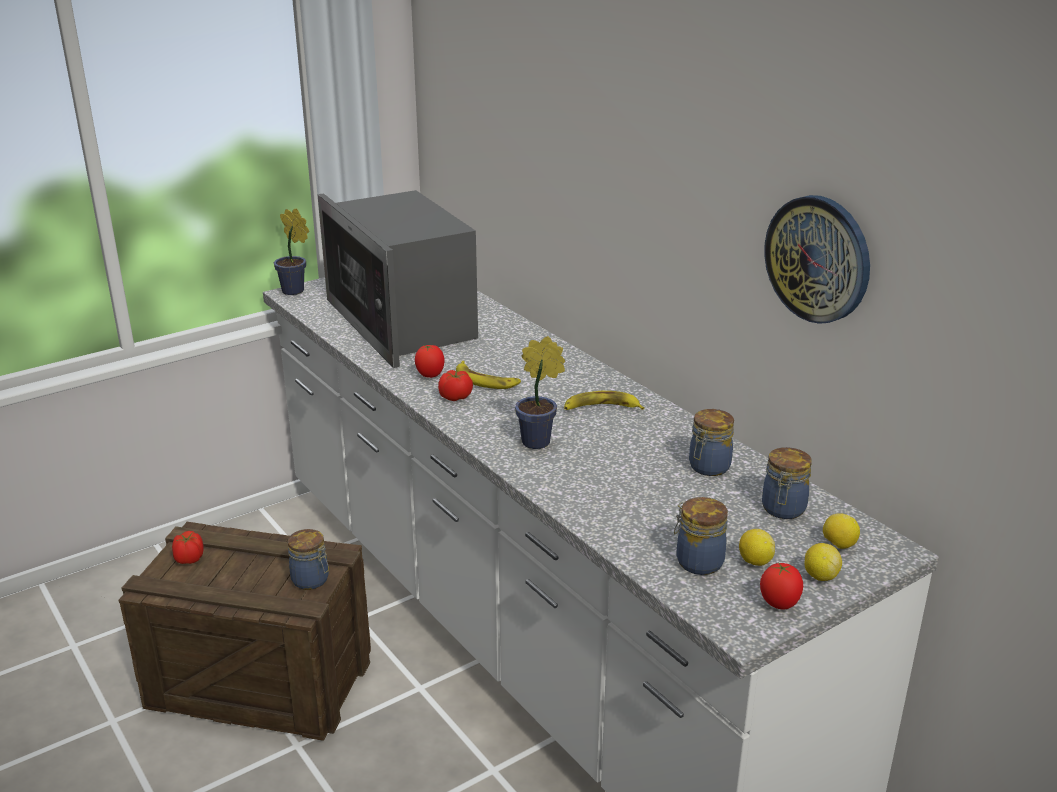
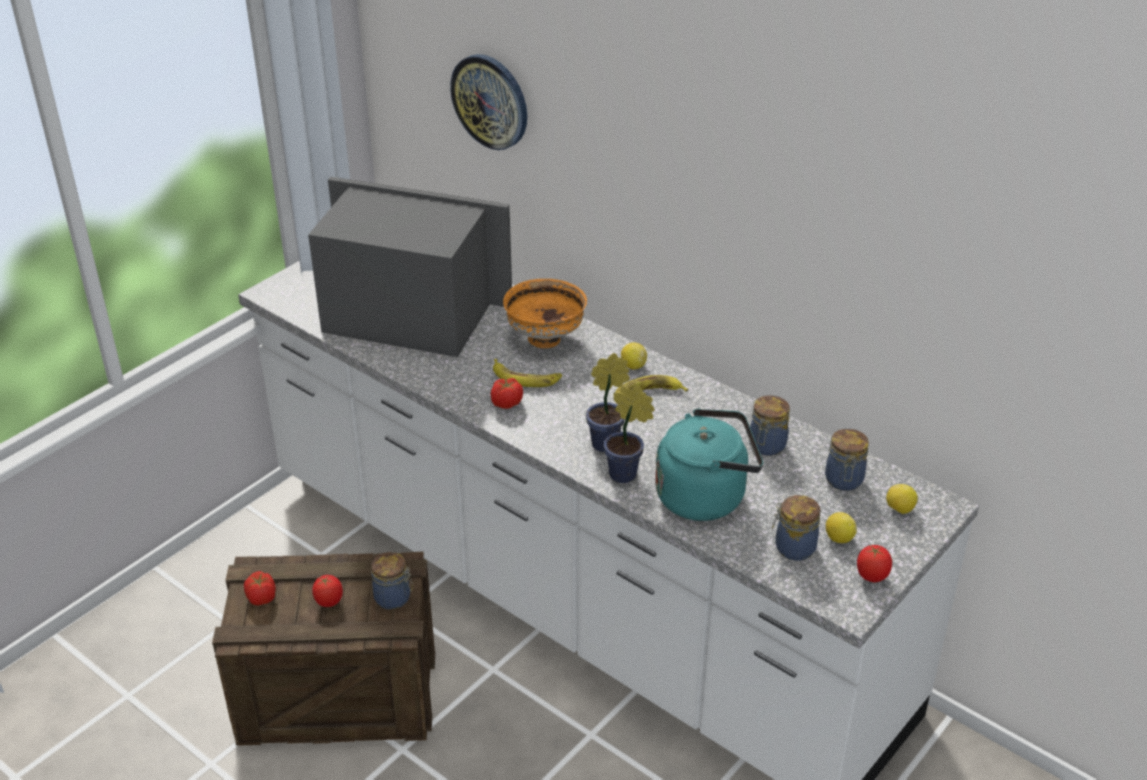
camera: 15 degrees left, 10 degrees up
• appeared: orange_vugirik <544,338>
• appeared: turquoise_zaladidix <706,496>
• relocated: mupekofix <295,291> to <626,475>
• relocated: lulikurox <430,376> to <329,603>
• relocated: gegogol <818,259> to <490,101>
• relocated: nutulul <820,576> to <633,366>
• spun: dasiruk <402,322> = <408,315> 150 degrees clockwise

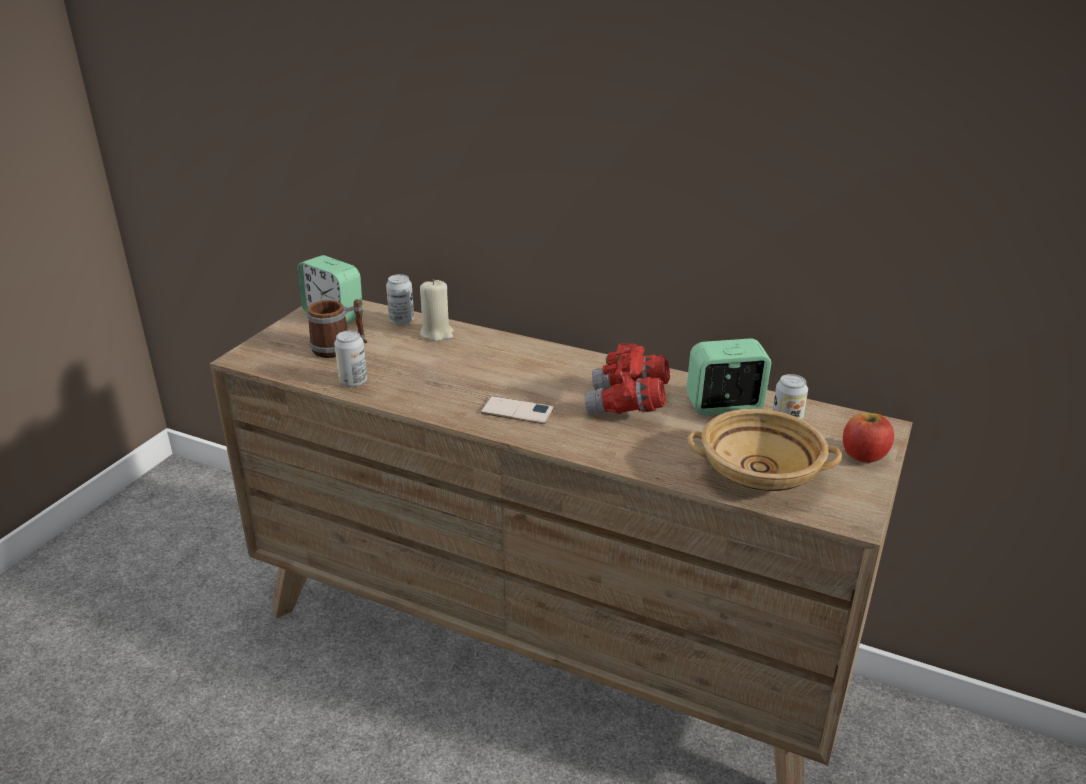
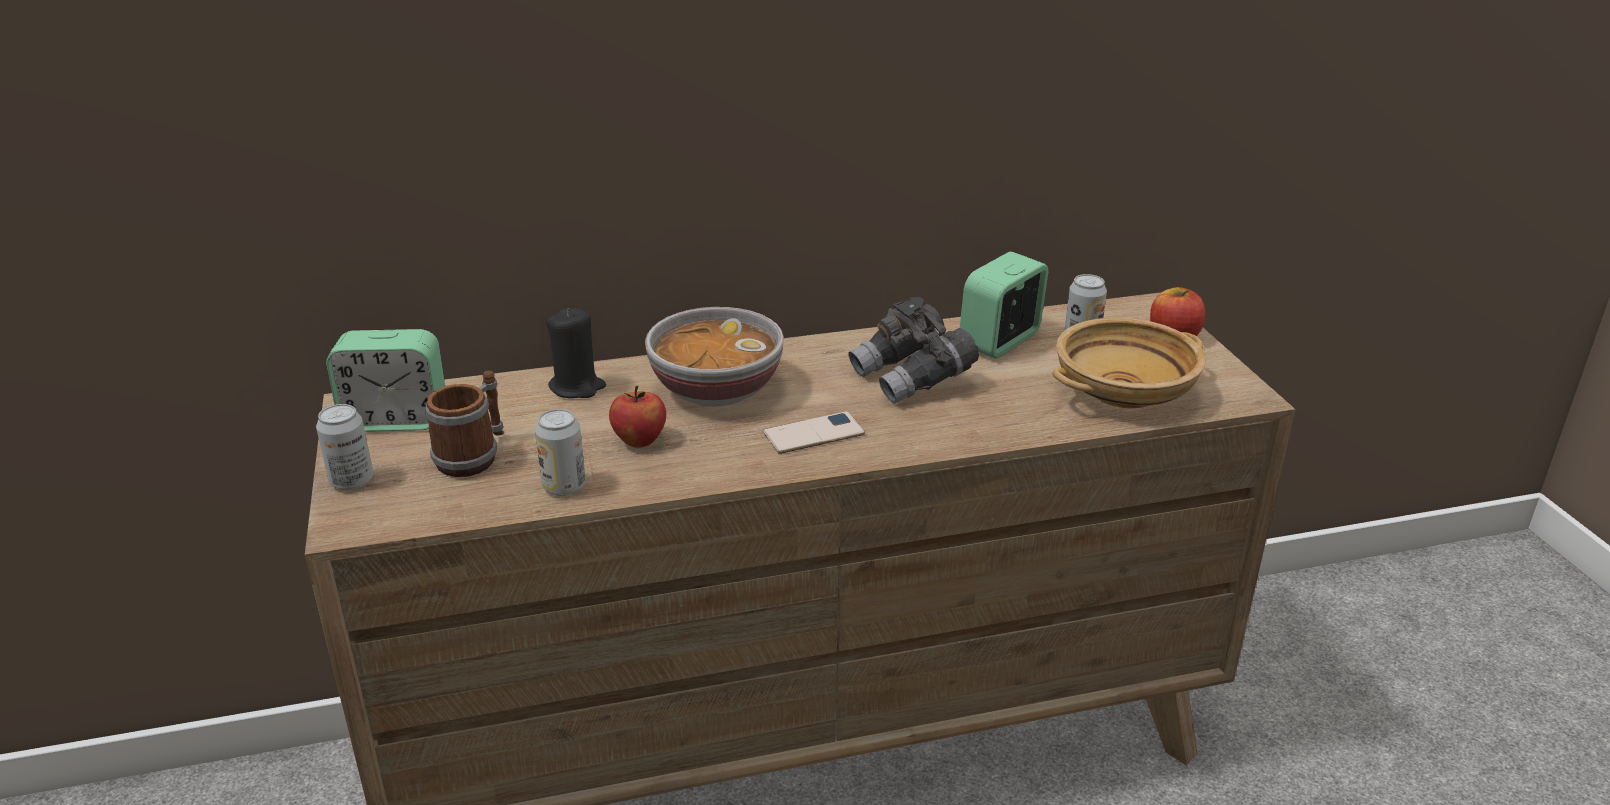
camera: 40 degrees left, 0 degrees up
• appeared: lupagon <639,441>
• appeared: vugirik <715,389>
• relocated: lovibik <402,321> to <351,481>
• colour: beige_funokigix <437,333> to black_funokigix <577,387>
• colour: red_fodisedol <627,405> to grey_fodisedol <913,378>

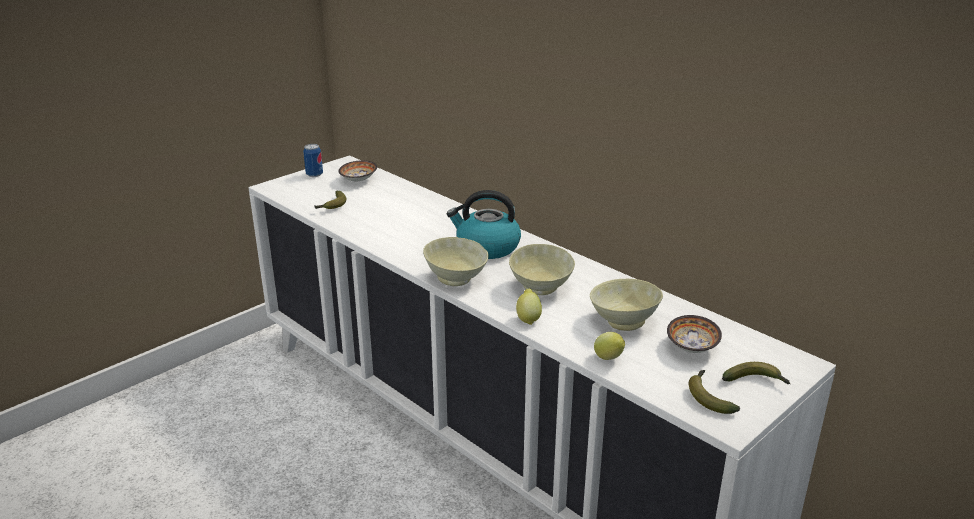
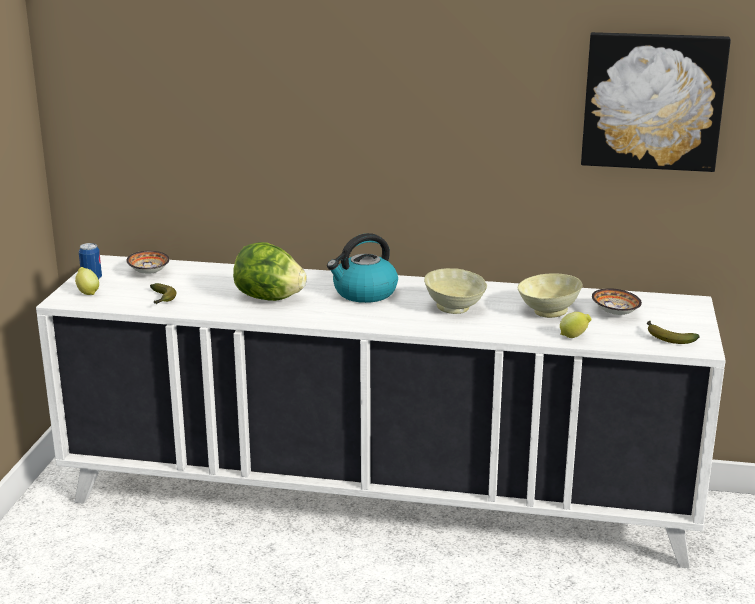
camera: 35 degrees left, 5 degrees down
• missing: beige_vugirik <456,279>
• missing: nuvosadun <756,381>
• appeared: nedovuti <269,298>
• appeared: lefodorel <652,101>
• relocated: nutulul <528,318> to <87,292>

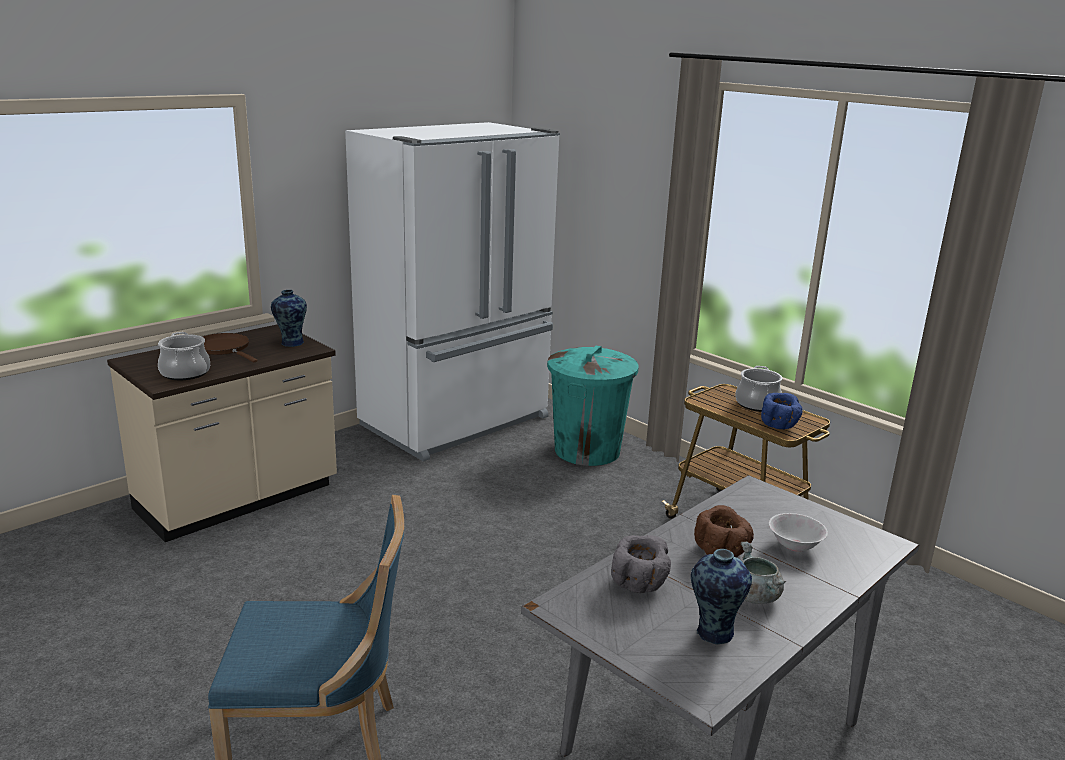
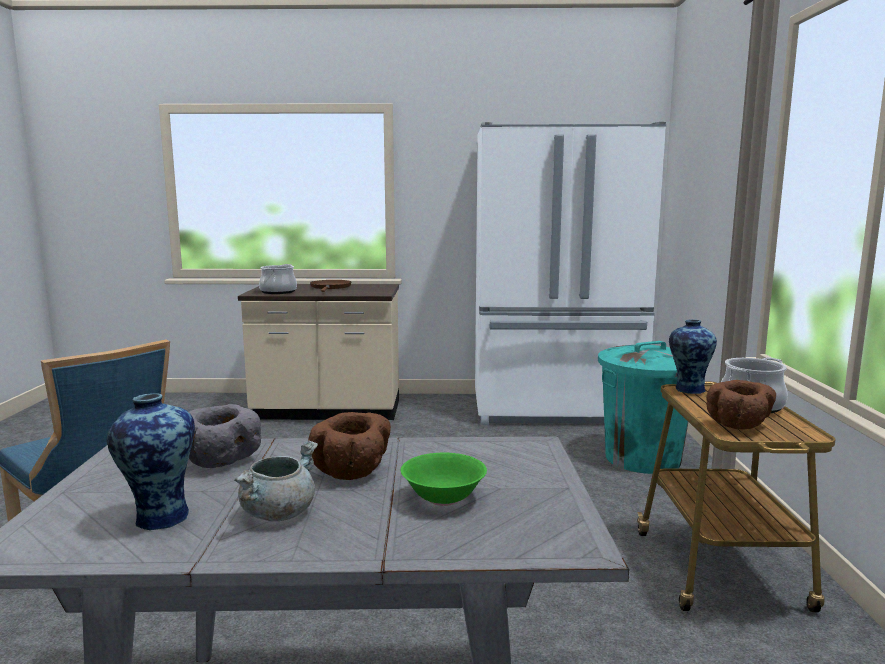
camera: 45 degrees right, 10 degrees down
• relocated: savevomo <291,343> to <688,389>
• colour: blue_vugirik <779,425> to brown_vugirik <739,425>
• colour: white_vugirik <794,545> to green_vugirik <443,498>

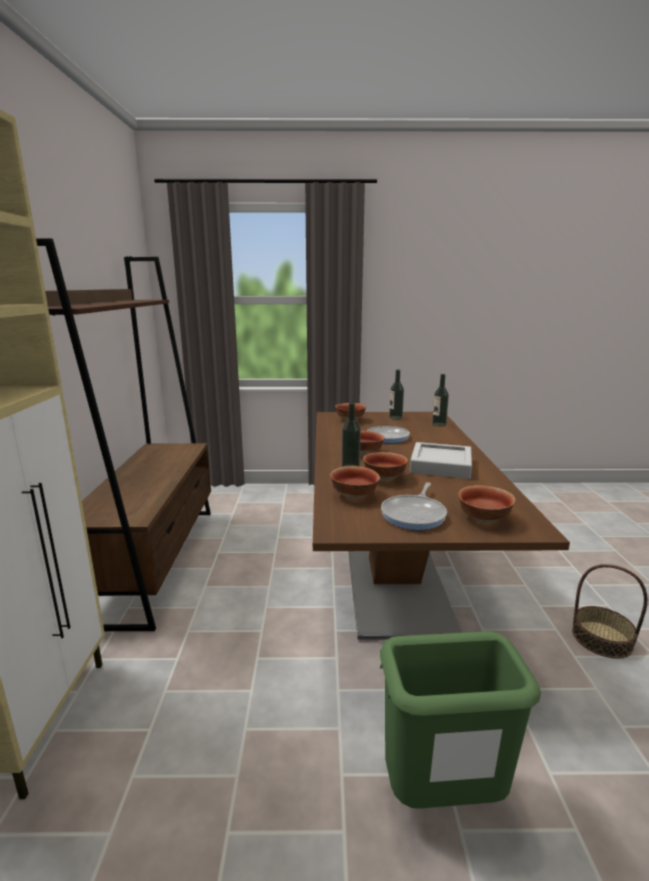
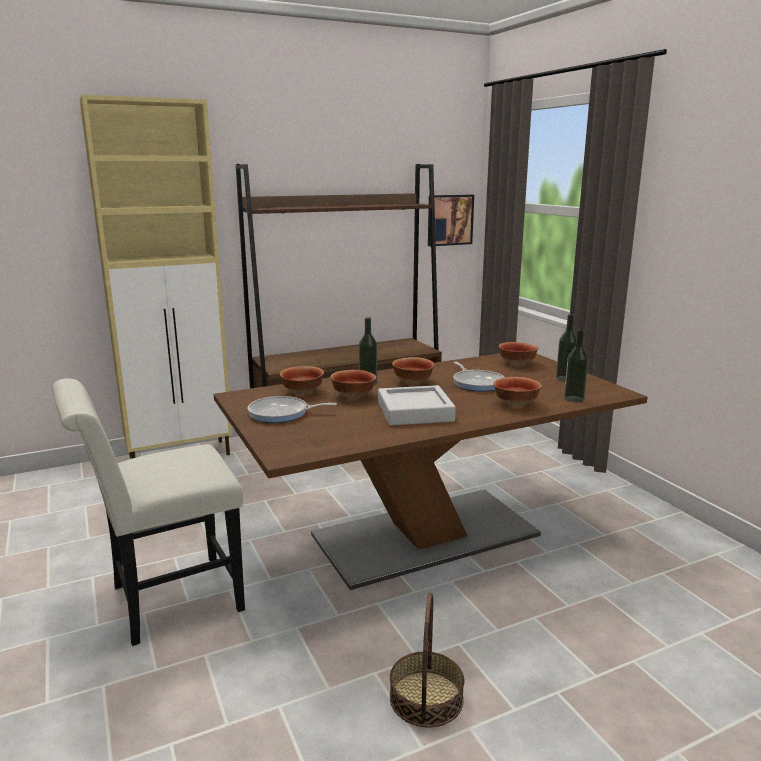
camera: 65 degrees right, 0 degrees up
• appeared: lefodorel <449,220>
• relocated: vugirik <484,520> to <515,404>
• exchanged: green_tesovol <442,798> to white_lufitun <166,601>

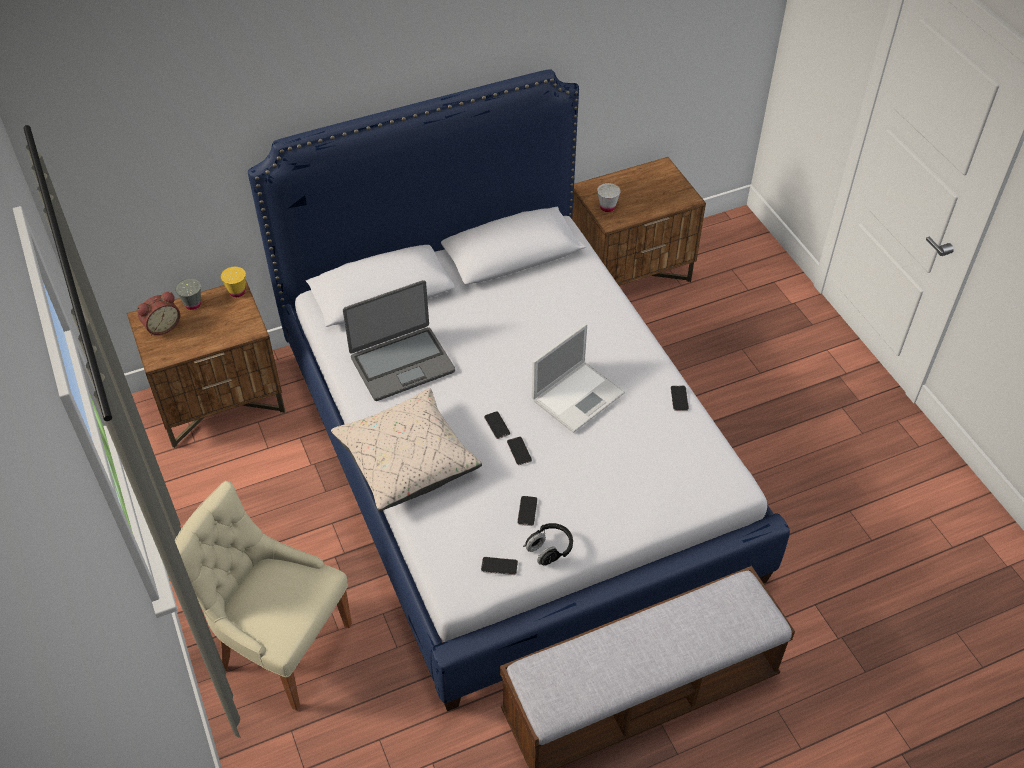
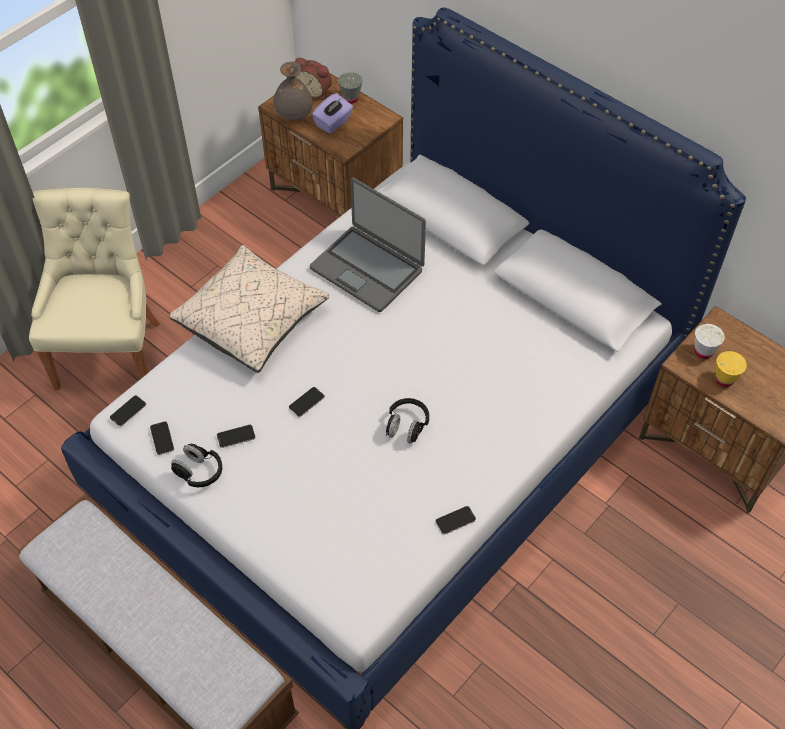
camera: 65 degrees right, 5 degrees up
• appeared: grey_savevomo <294,116>
• appeared: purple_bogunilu <333,123>
• relocated: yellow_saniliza <237,292> to <724,379>
• relocated: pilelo <497,425> to <128,411>
• exchanged: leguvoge <578,395> to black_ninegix <407,426>

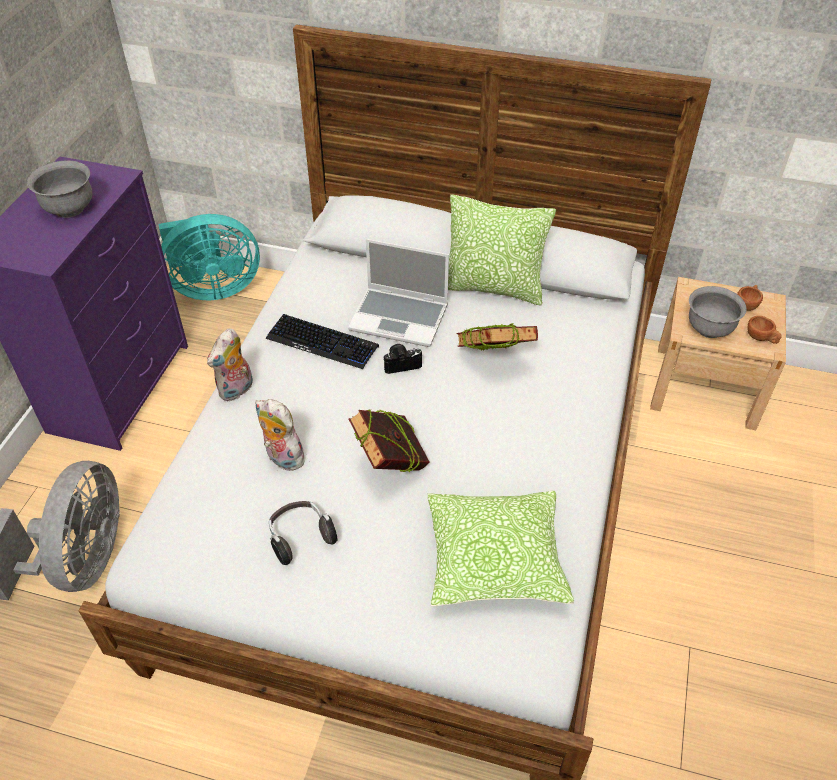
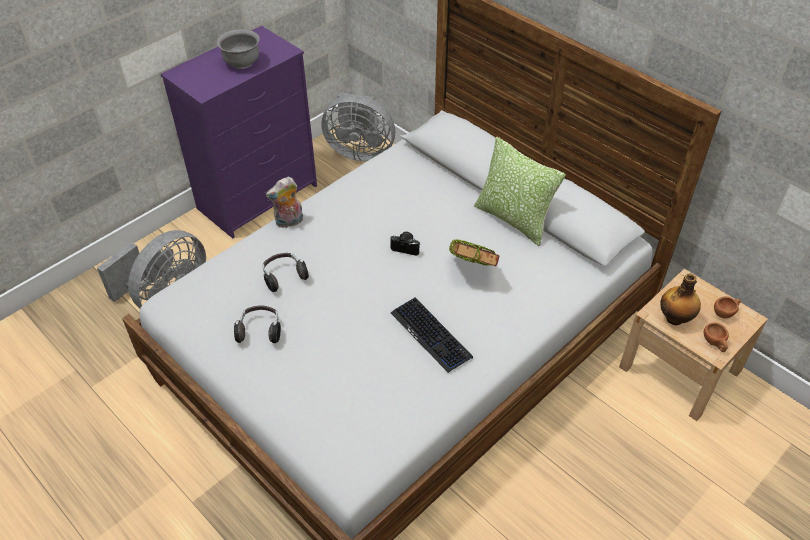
camera: 30 degrees right, 0 degrees up
• missing: leguvoge <400,318>
• missing: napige <390,465>
• missing: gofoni <495,559>
• relocated: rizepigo <322,342> to <431,335>
• exchanged: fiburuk <282,458> to ninegix <284,276>
• exchanged: grey_vugirik <709,329> to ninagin <675,318>
• colour: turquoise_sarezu <213,288> to grey_sarezu <359,151>

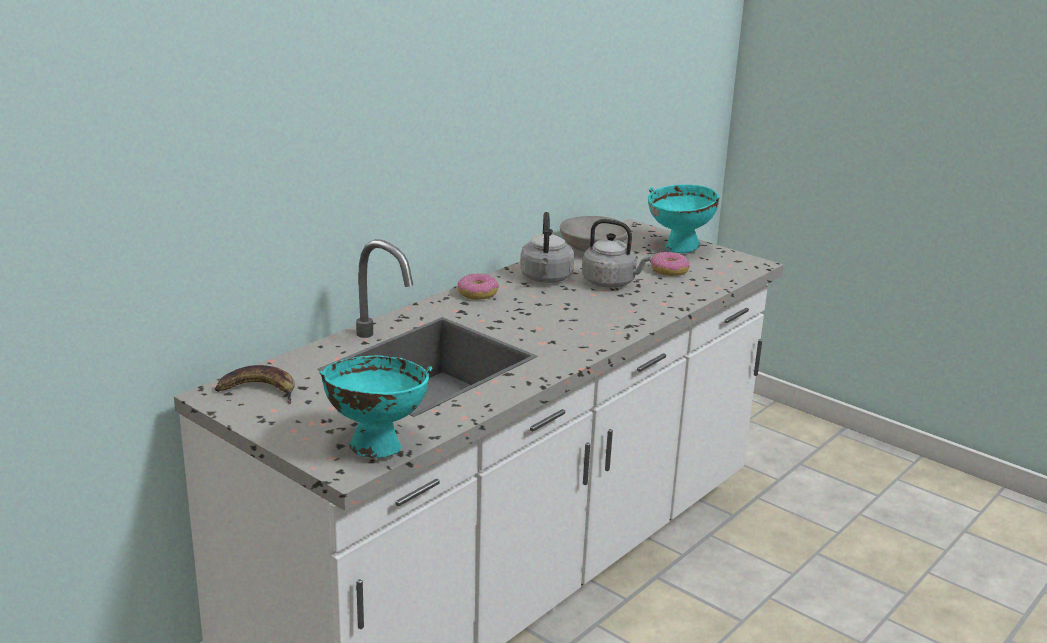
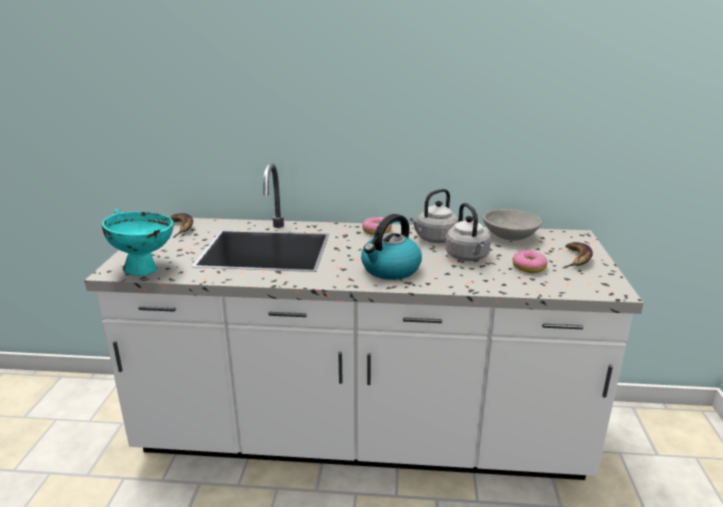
camera: 55 degrees right, 0 degrees up
• appeared: zaladidix <390,270>
• exchanged: turquoise_vugirik <679,249> to nuvosadun <576,259>

